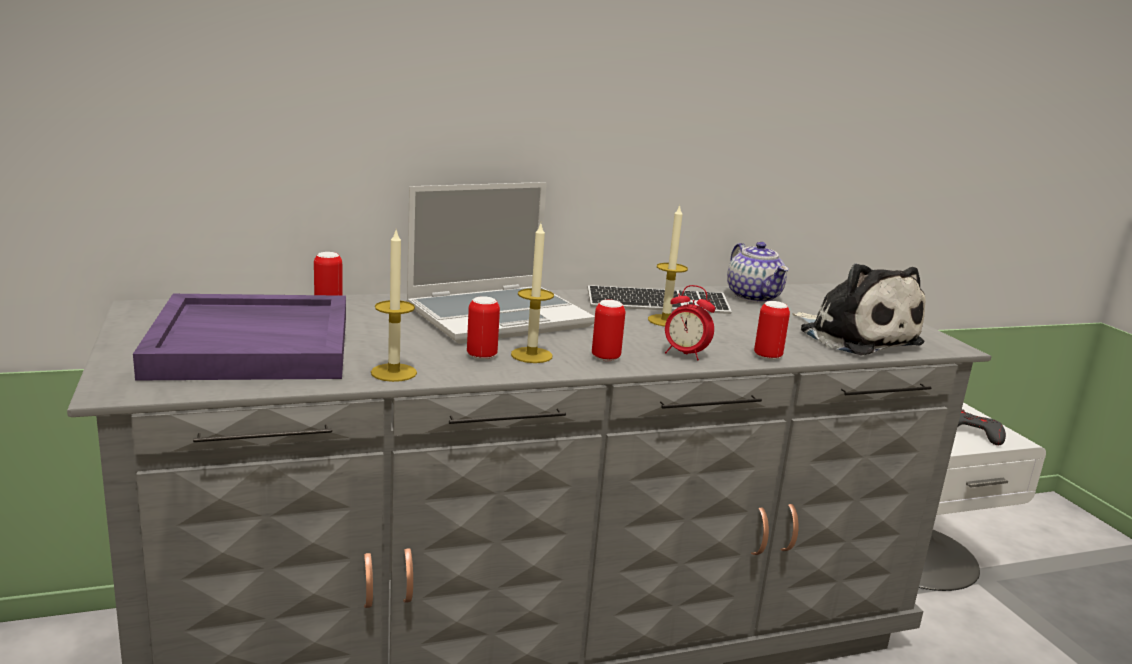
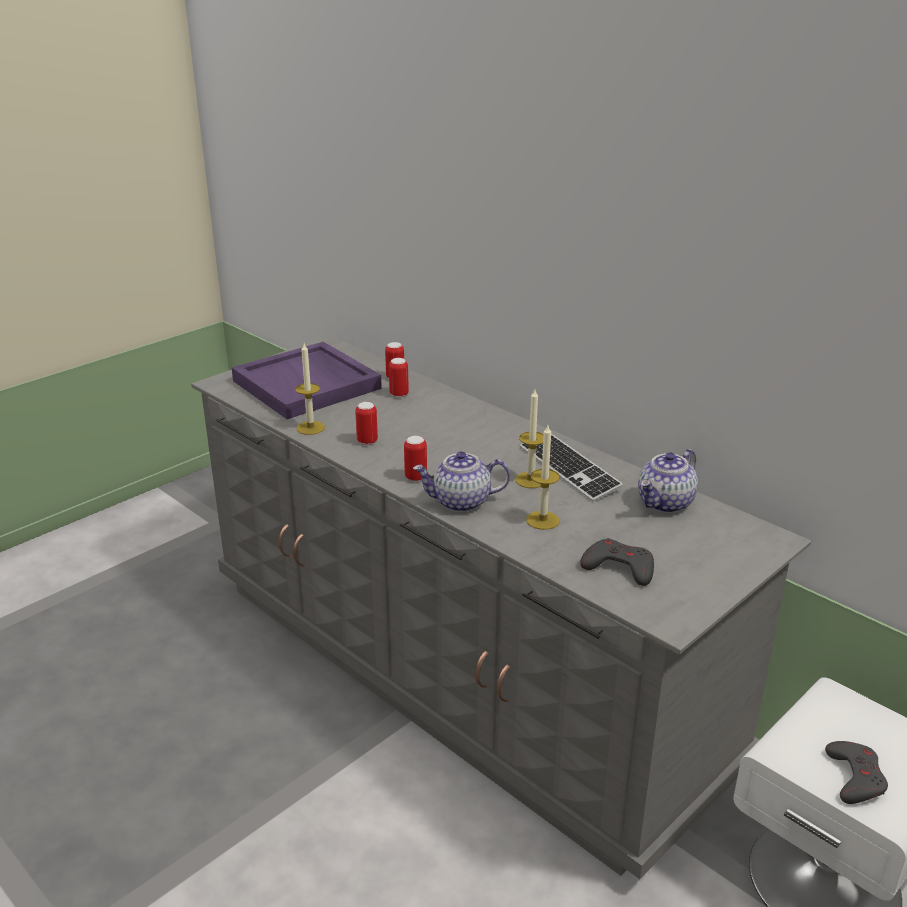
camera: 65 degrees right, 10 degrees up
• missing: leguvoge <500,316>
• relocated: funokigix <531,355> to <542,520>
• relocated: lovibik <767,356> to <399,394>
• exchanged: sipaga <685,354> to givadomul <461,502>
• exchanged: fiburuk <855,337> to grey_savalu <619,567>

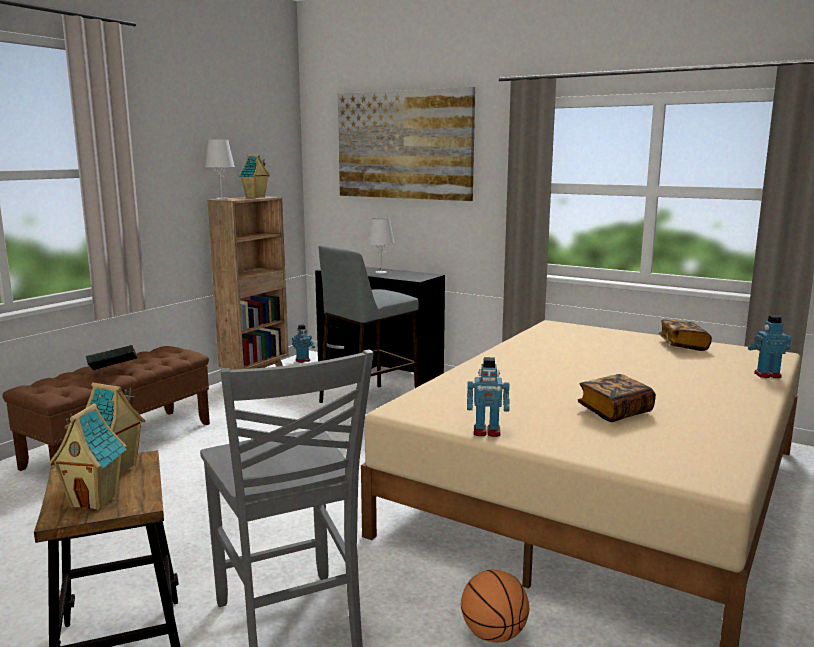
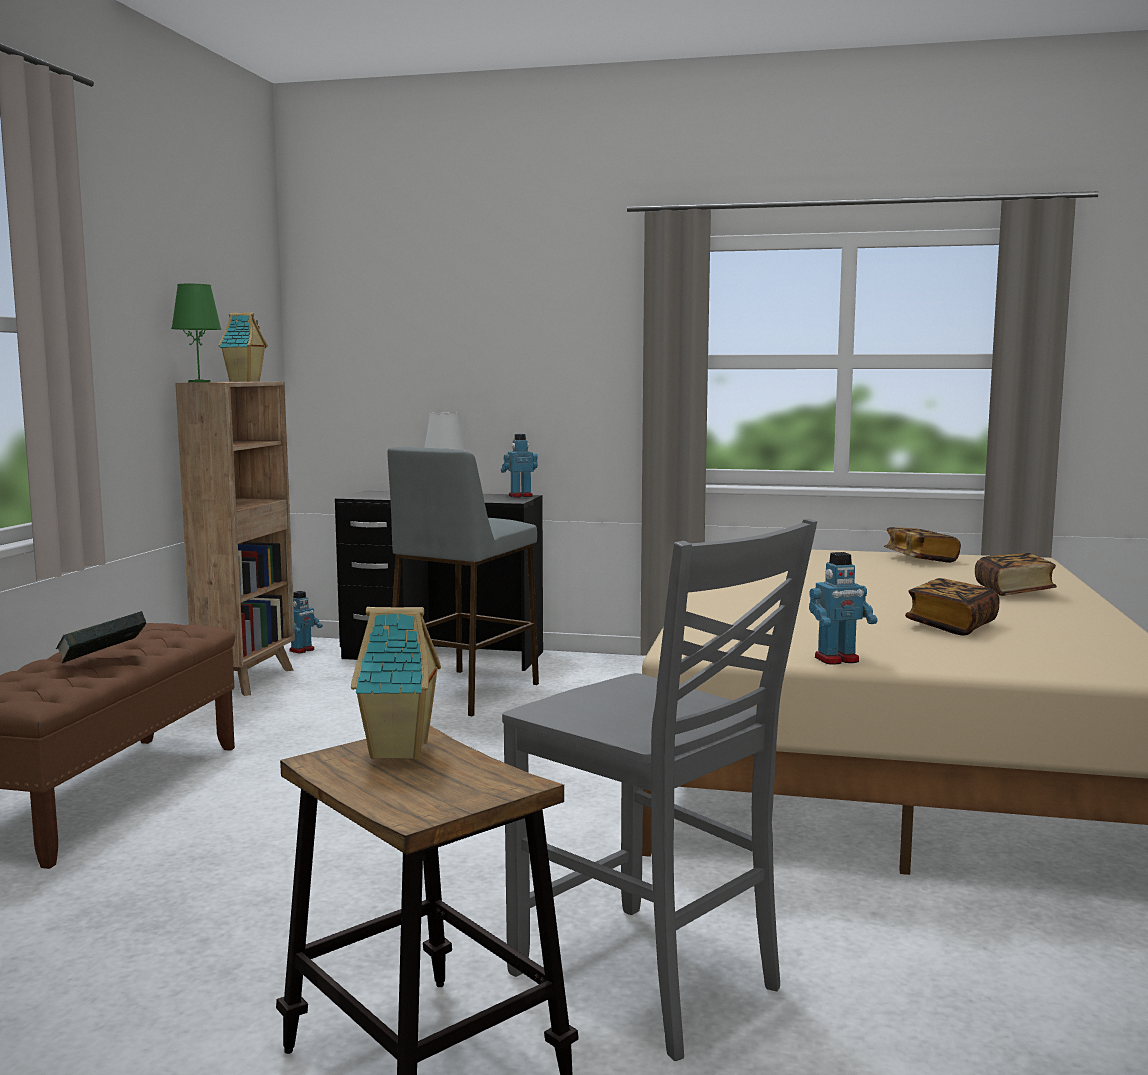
camera: 20 degrees left, 5 degrees down
• missing: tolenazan <95,500>
• missing: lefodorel <404,145>
• missing: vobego <493,634>
• appeared: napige <1014,592>
• relocated: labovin <767,375> to <520,496>
• colour: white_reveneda <222,199> to green_reveneda <199,382>

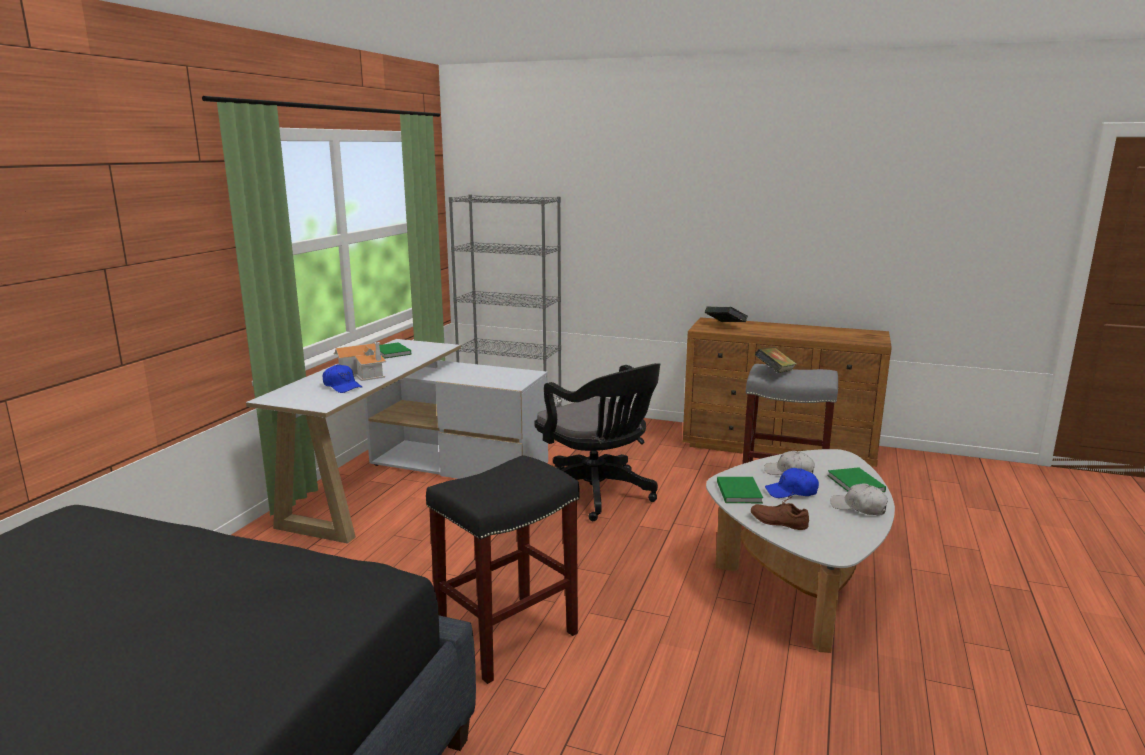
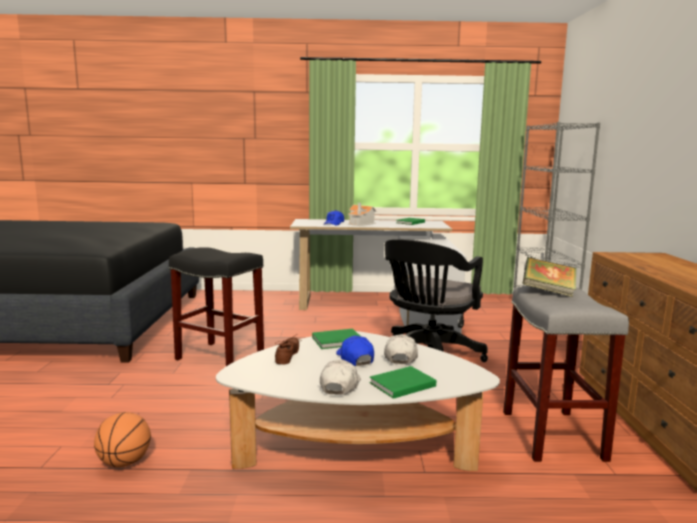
camera: 70 degrees right, 5 degrees down
• missing: napige <725,326>
• appeared: vobego <124,463>

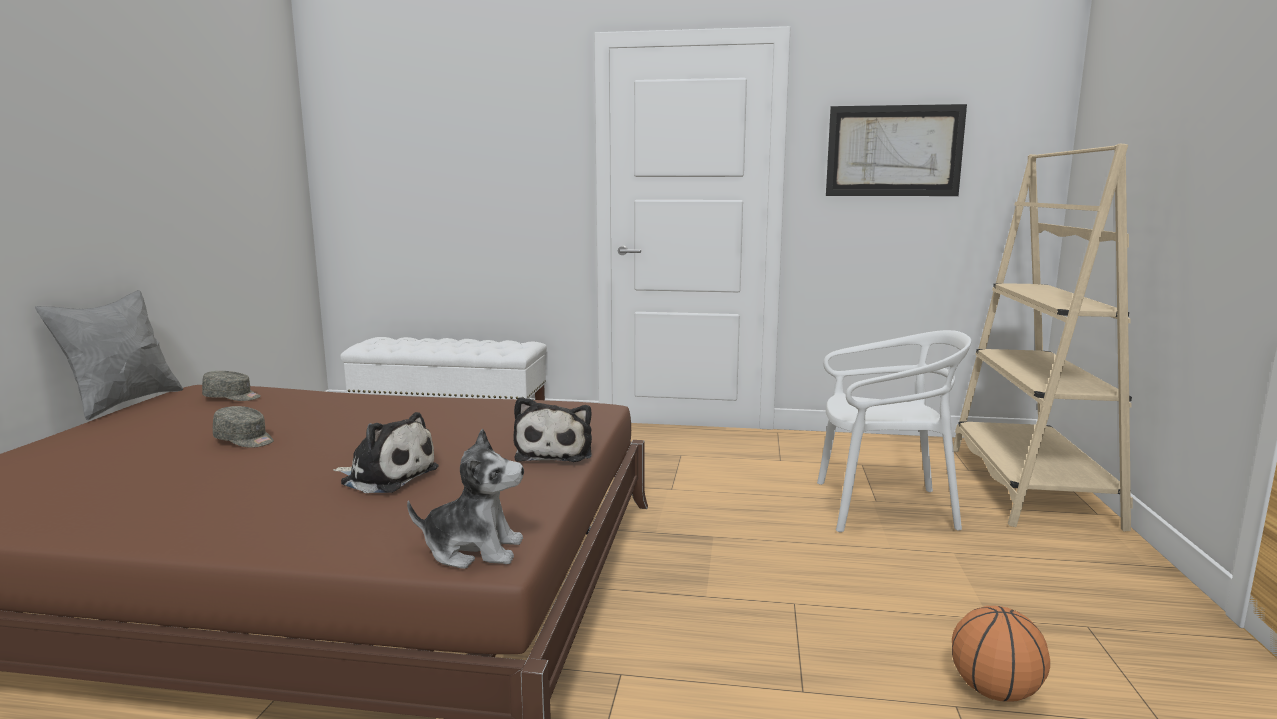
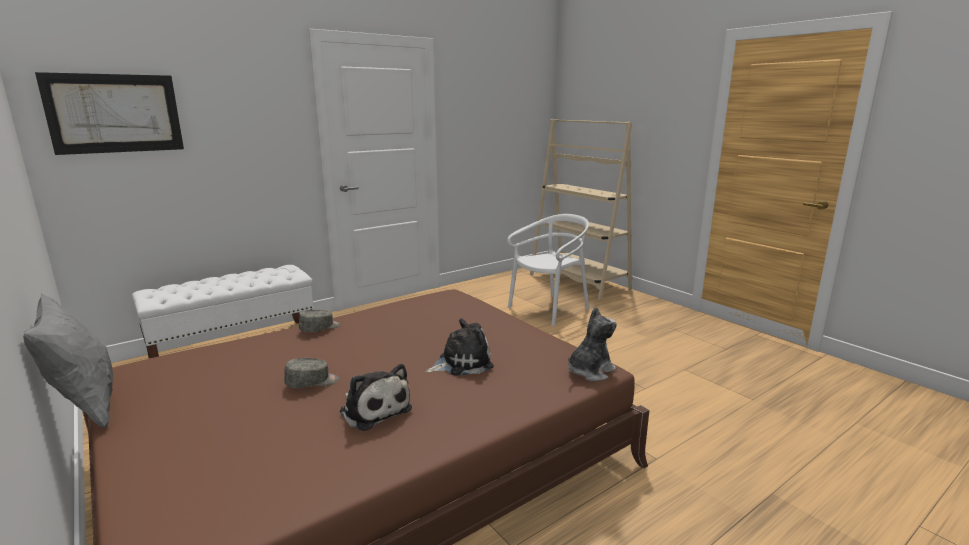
camera: 45 degrees left, 5 degrees up
• missing: vobego <994,691>
• relocated: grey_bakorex <232,397> to <320,328>
• relocated: fiburuk <555,452> to <374,409>
• relocated: lefodorel <894,151> to <115,113>

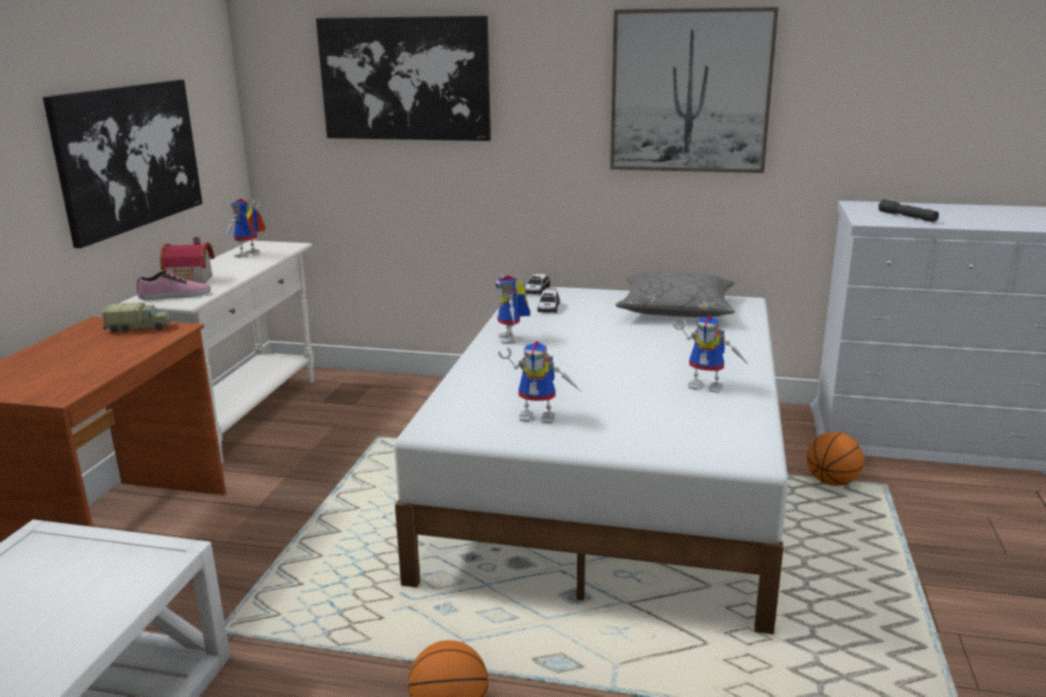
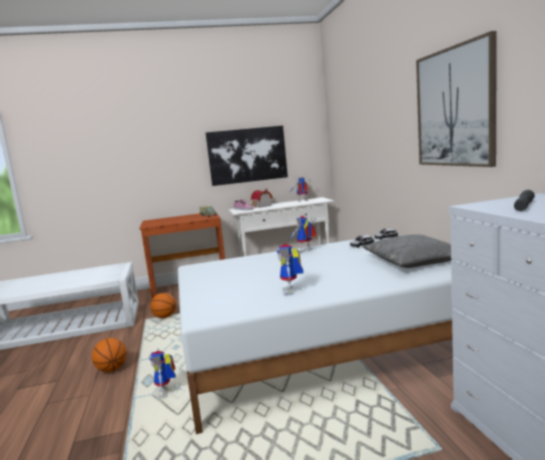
camera: 65 degrees right, 10 degrees down
• missing: lefodorel <405,79>
• relocated: labovin <541,416> to <166,394>
• relocated: vobego <831,482> to <165,317>

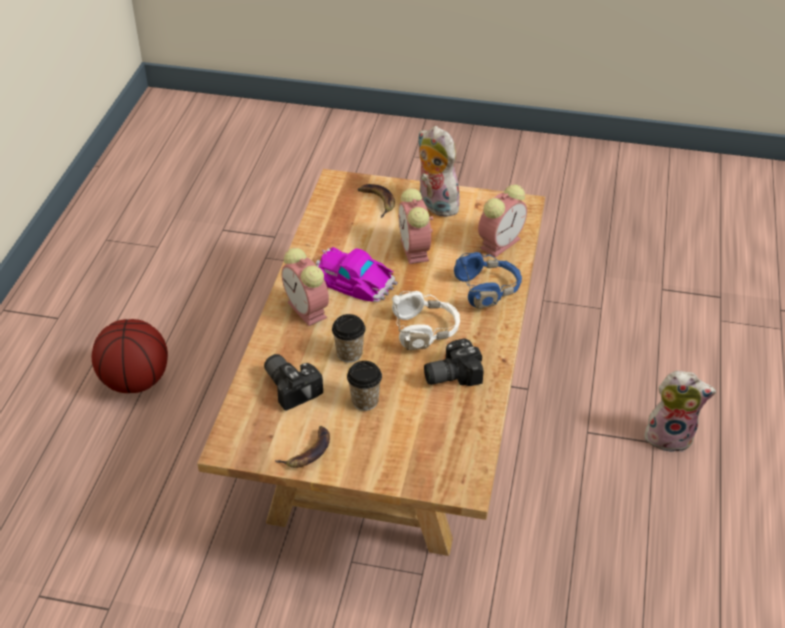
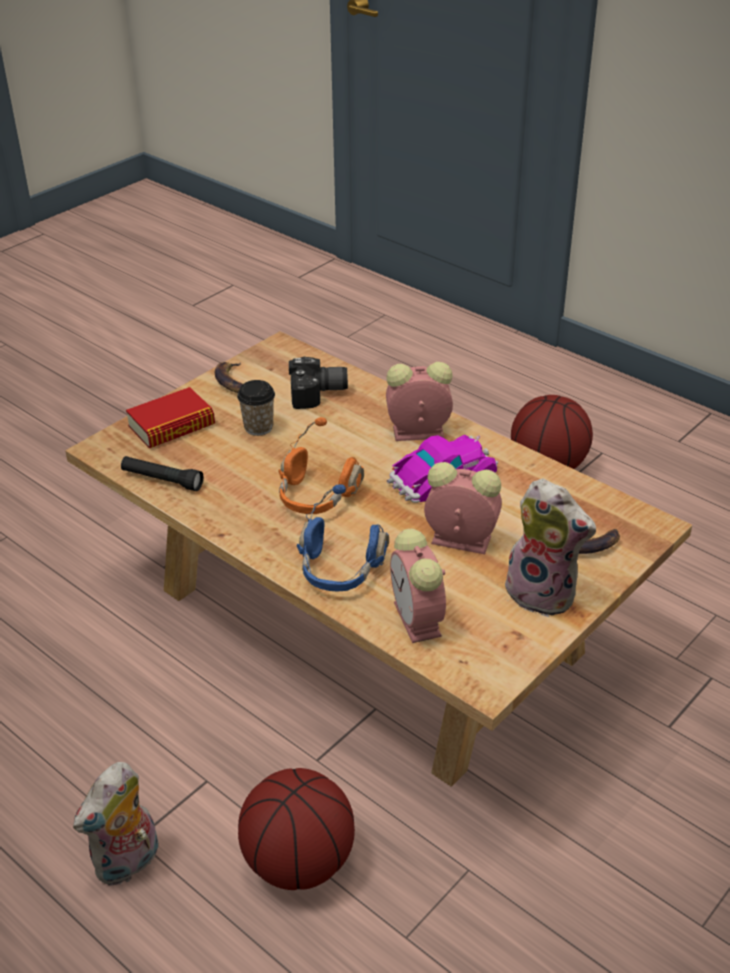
camera: 120 degrees right, 5 degrees down
• missing: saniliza <349,354>
• missing: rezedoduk <450,374>
• appeared: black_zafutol <162,480>
• appeared: napige <171,426>
• appeared: vobego <297,862>
• colour: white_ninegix <425,331> to orange_ninegix <316,497>
• spun: fiburuk <435,205> = <544,593> 45 degrees clockwise

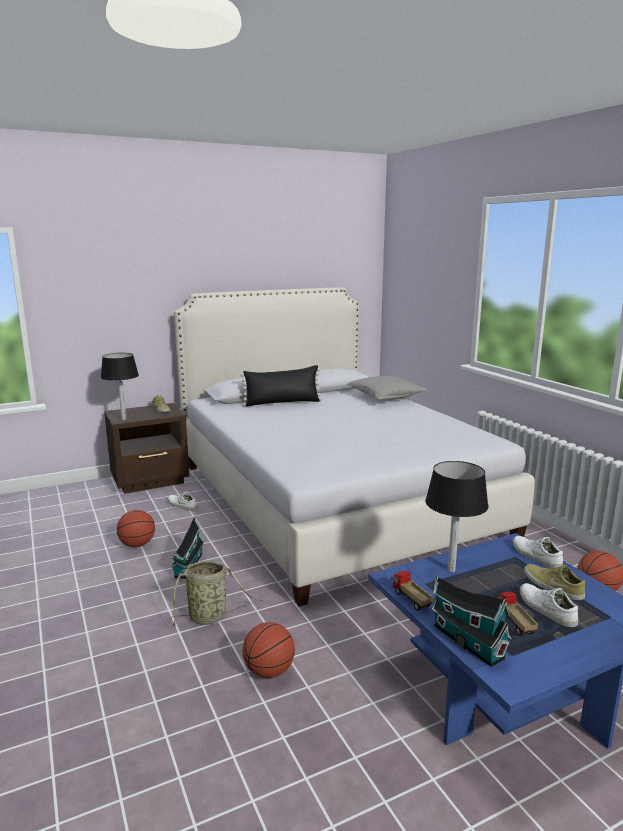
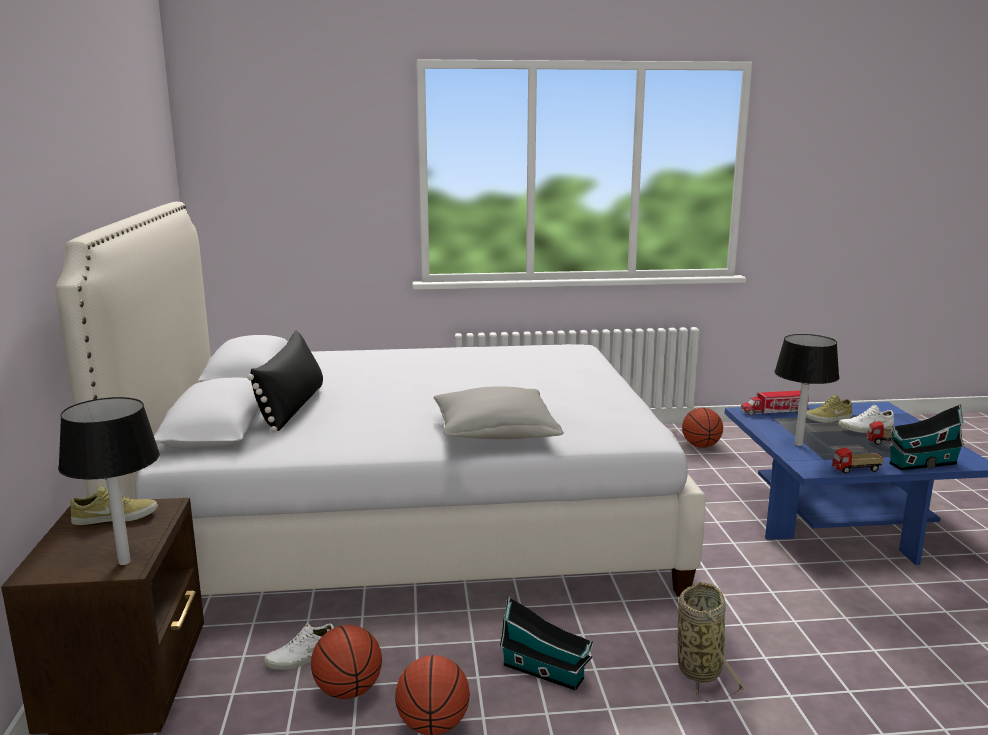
camera: 70 degrees left, 0 degrees up
• relocated: vobego <269,671> to <348,691>
• relocated: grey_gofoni <385,397> to <494,432>
• exchanged: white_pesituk <535,556> to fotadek <774,411>

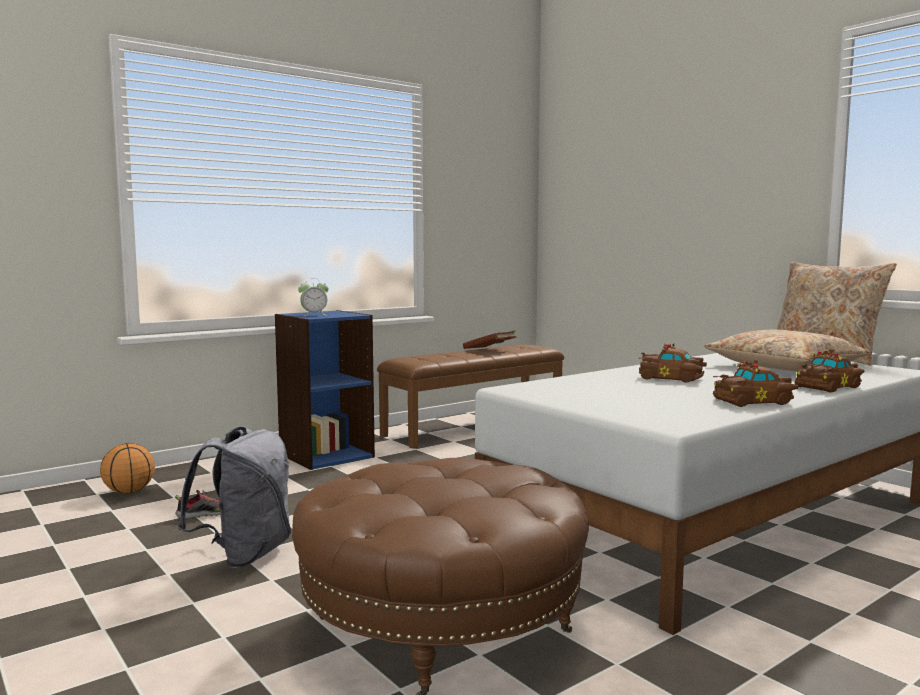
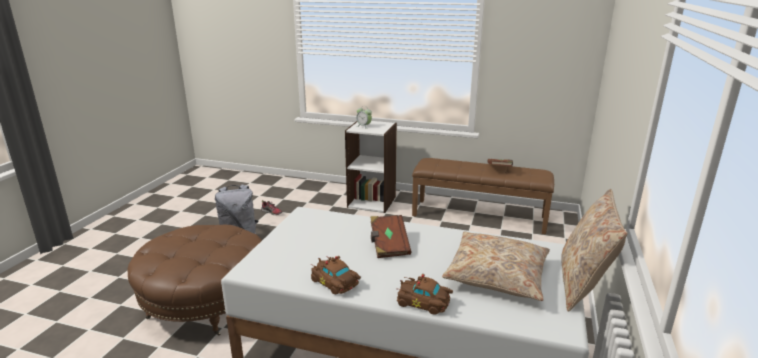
camera: 55 degrees right, 15 degrees up
• missing: vobego <128,492>
• exchanged: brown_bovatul <672,378> to brown_napige <388,245>
• colour: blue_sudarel <326,455> to white_sudarel <372,202>

